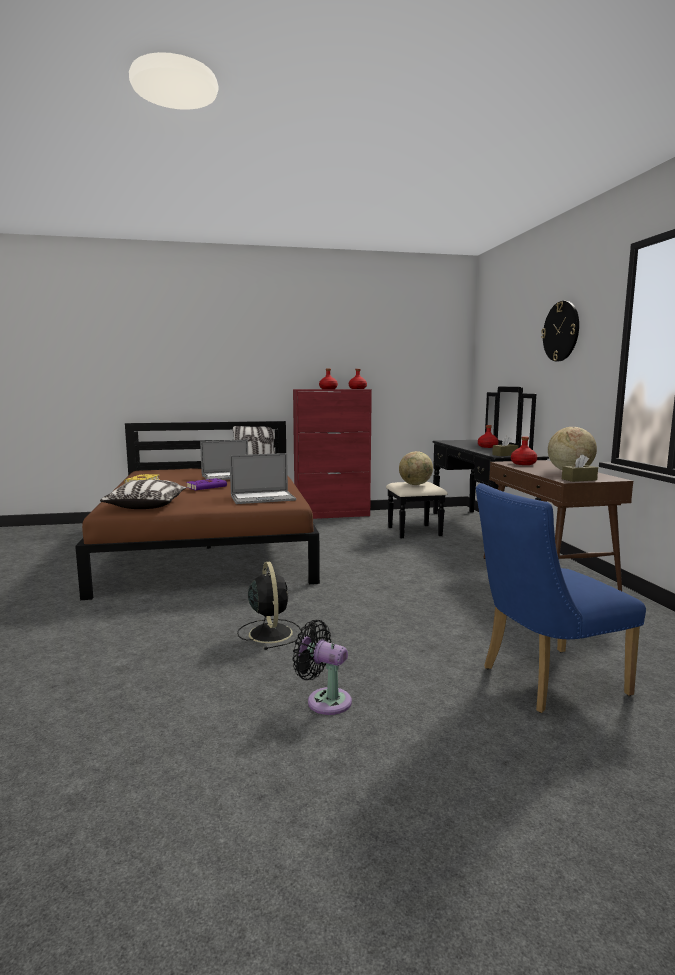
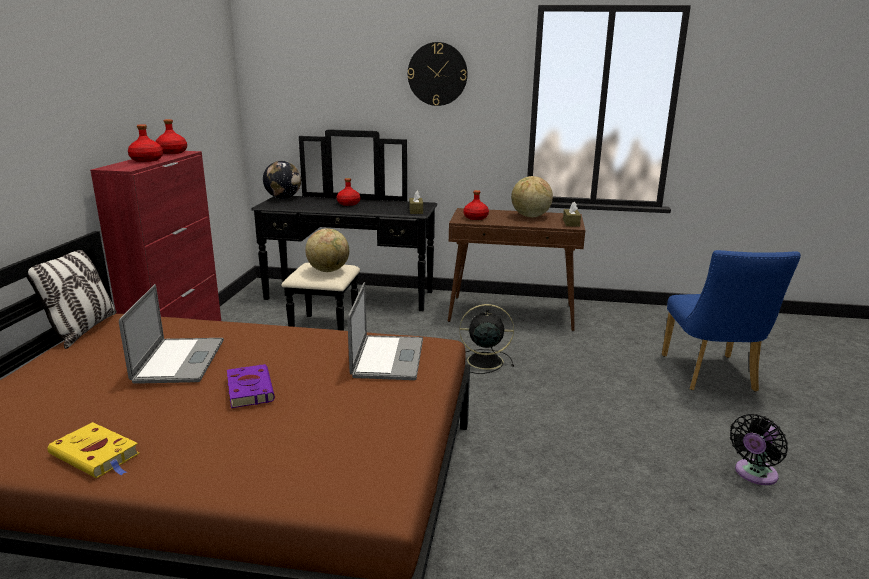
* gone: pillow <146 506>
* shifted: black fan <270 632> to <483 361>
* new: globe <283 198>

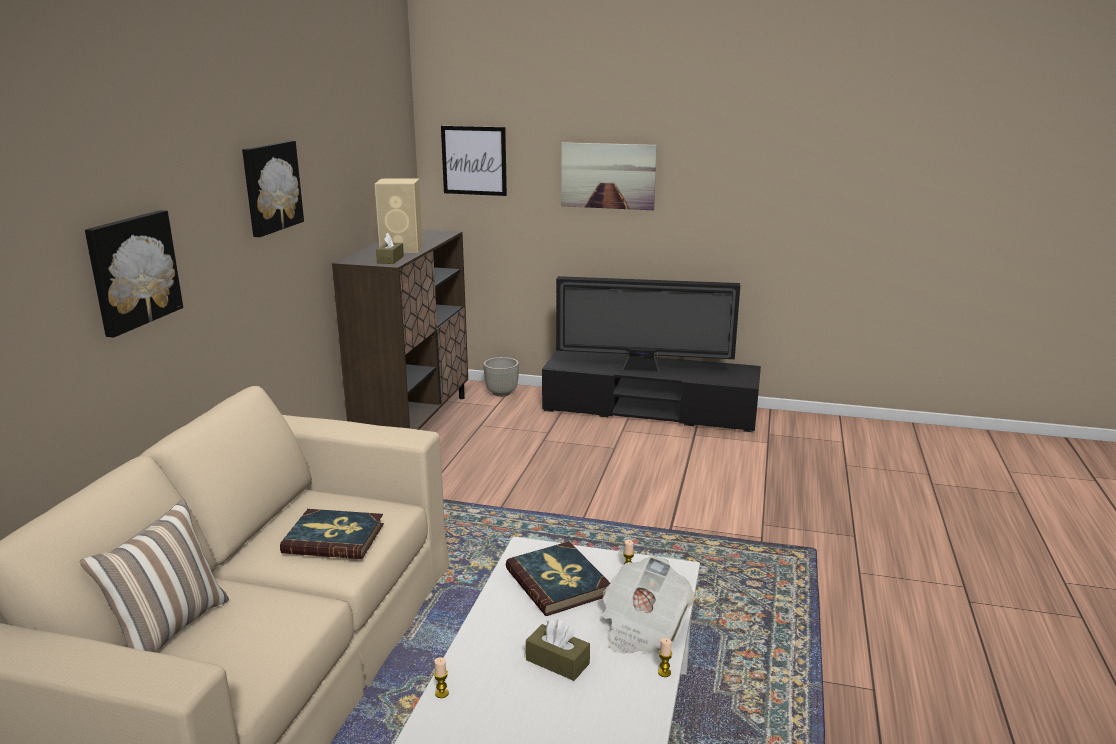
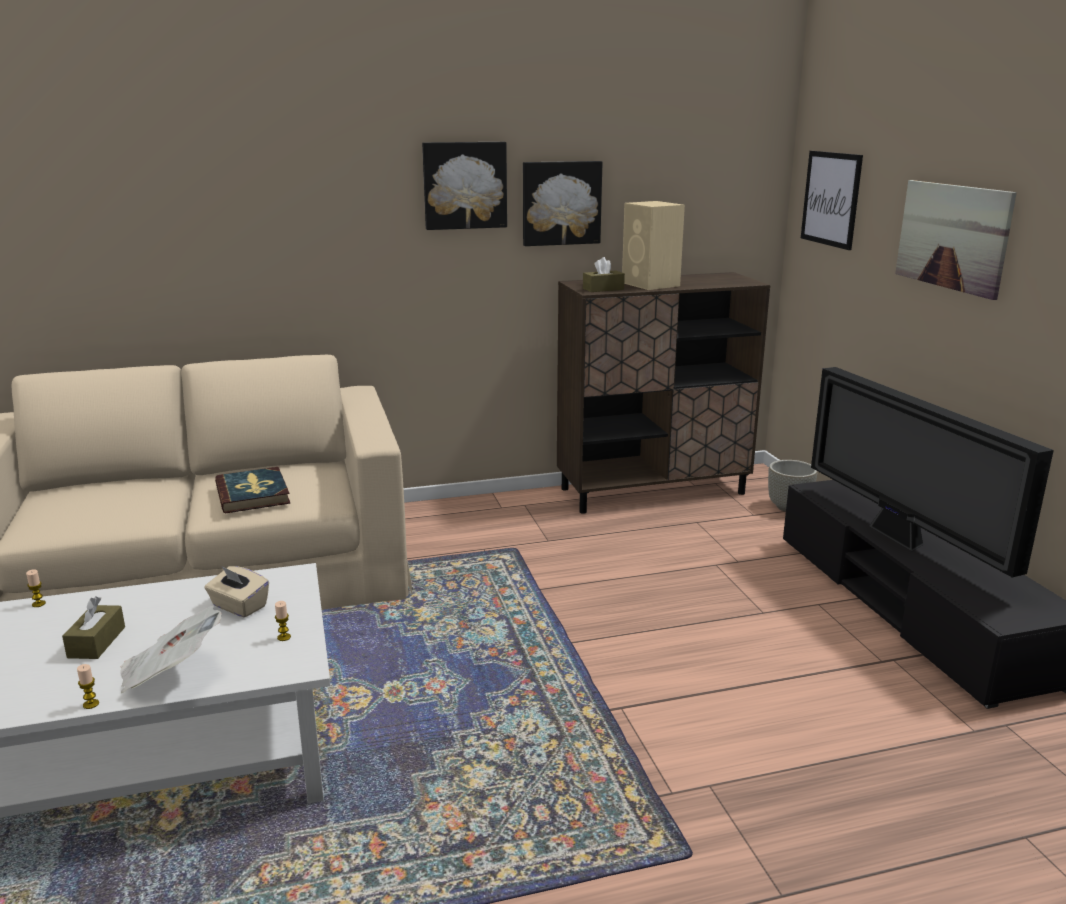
* gone: pillow <168 628>
* shifted: picture <132 271> to <561 203>
* swapped: book <558 582> to beige tissue box <239 606>

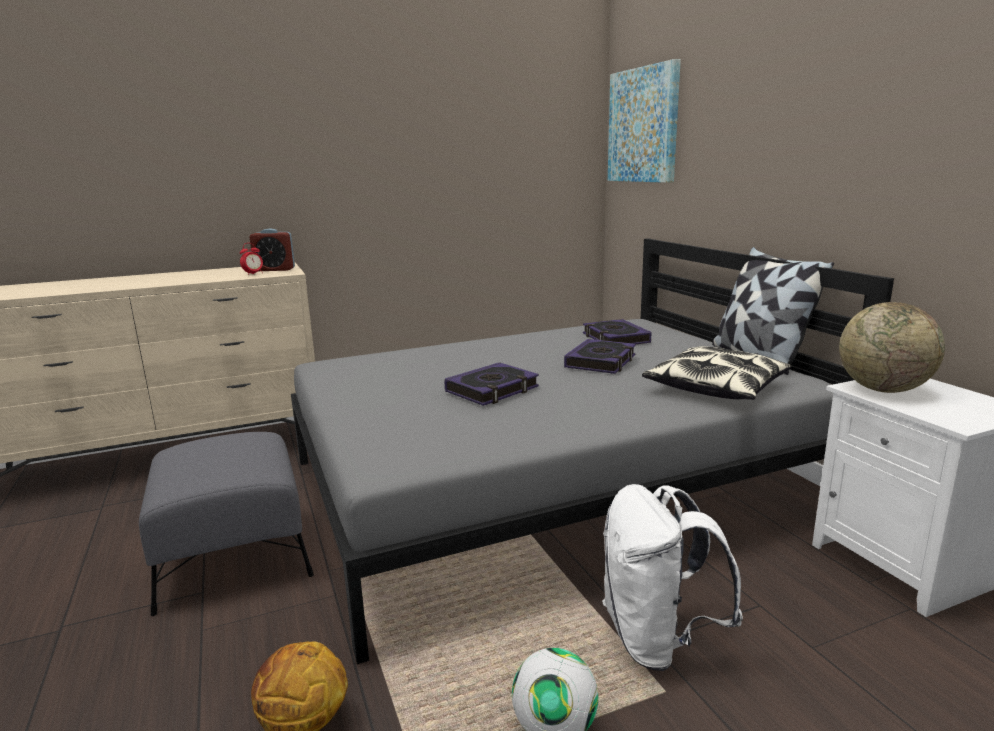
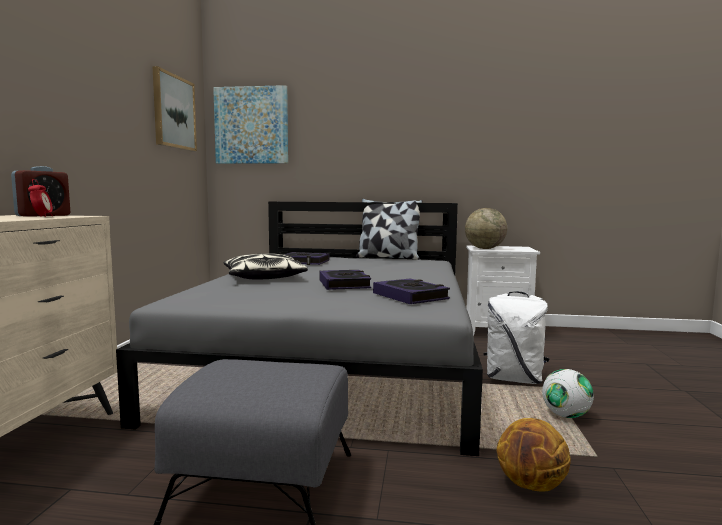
* shifted: book <601 362> to <410 296>
* shifted: pillow <716 387> to <263 277>
* new: picture <173 112>

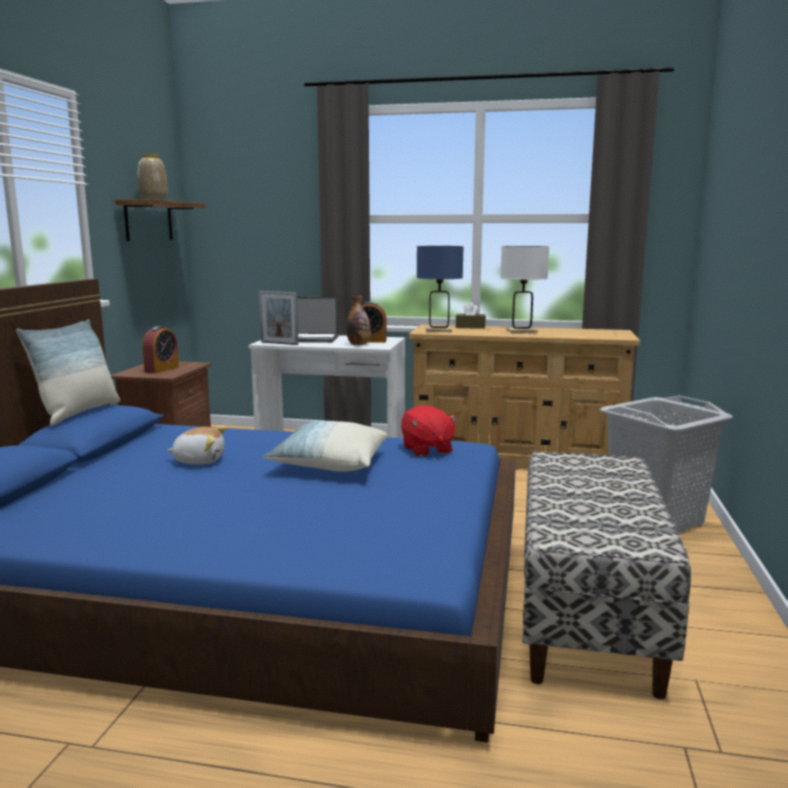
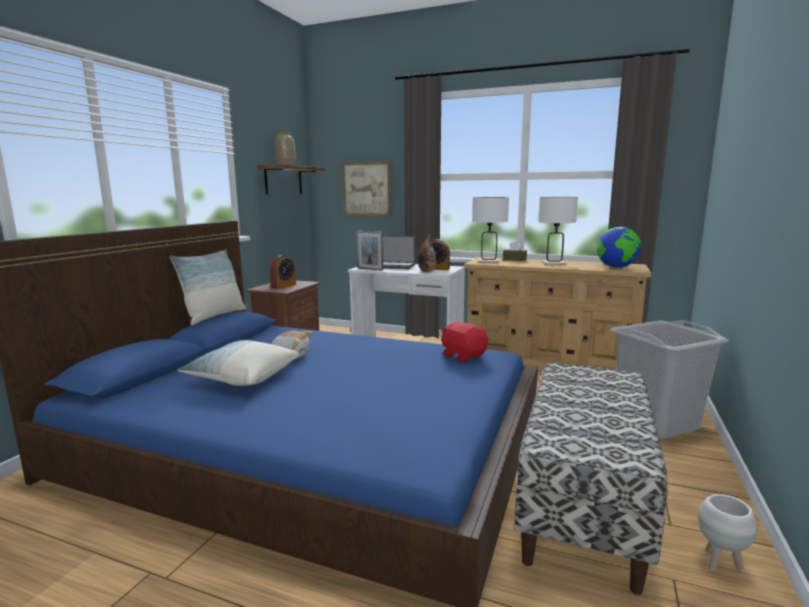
* shifted: pillow <329 464> to <242 377>
* rotated: red plush toy <427 450> = <463 356> 150 degrees clockwise
* repainted: blue table lamp <439 330> to white table lamp <488 262>
* new: picture <367 189>
* new: globe <616 267>
* new: white planter <720 564>

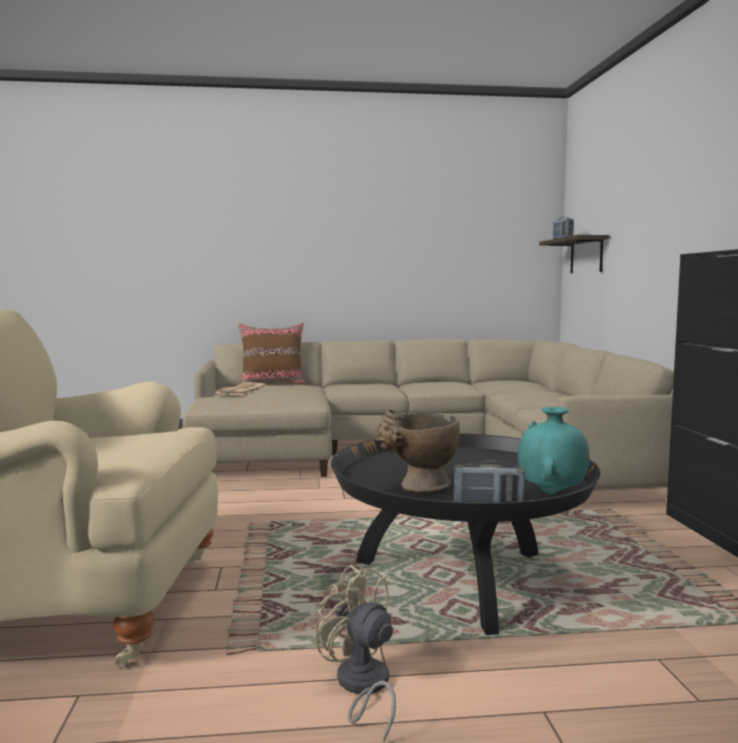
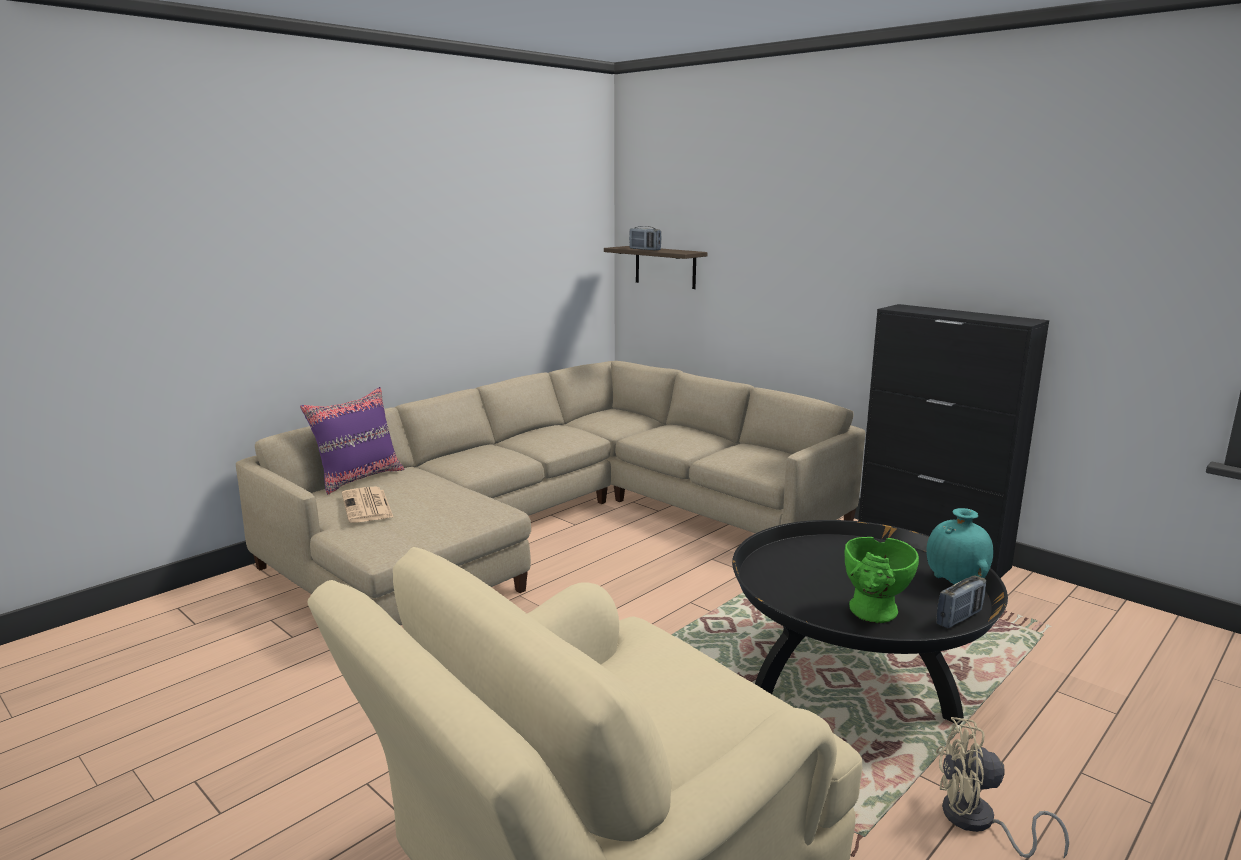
* repainted: brown pillow <272 383> to purple pillow <359 478>
* repainted: beige vase <418 488> to green vase <874 615>

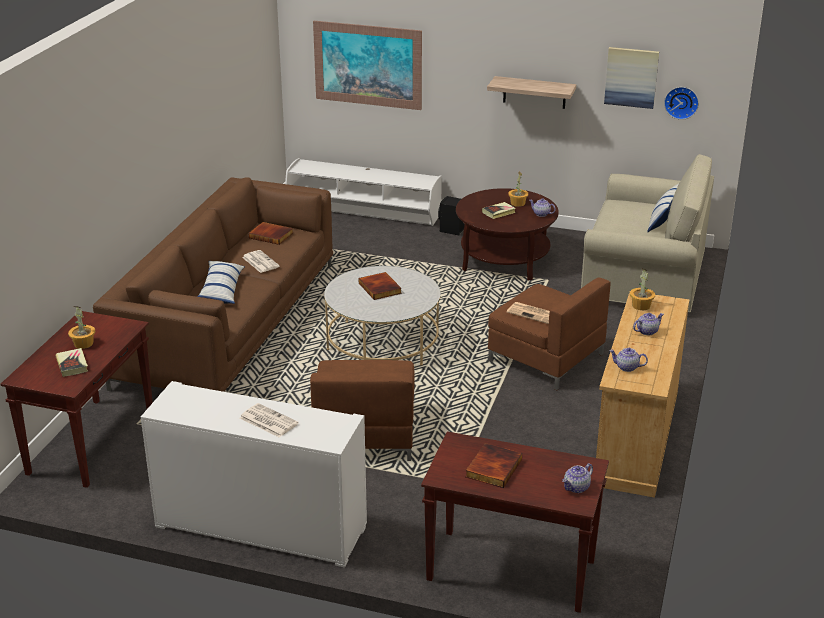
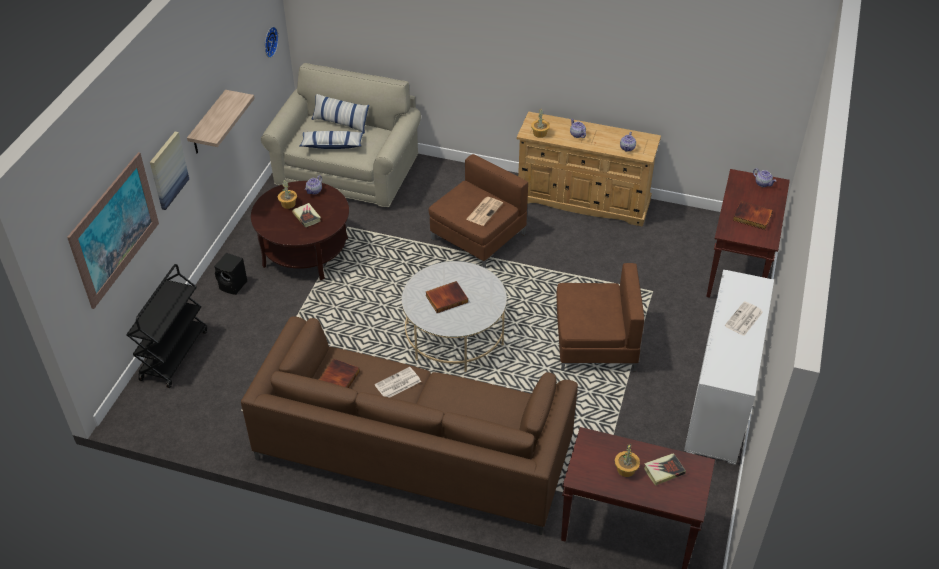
* shifted: pillow <221 290> to <332 145>
* swapped: white tv stand <363 212> to black cart <174 354>
* shifted: picture <631 77> to <168 170>

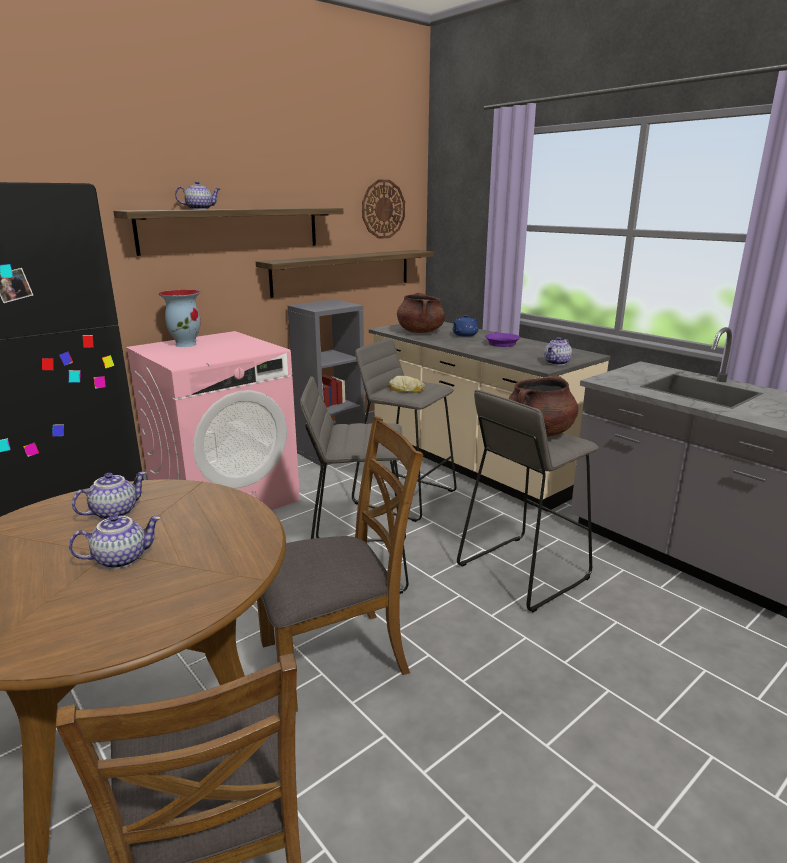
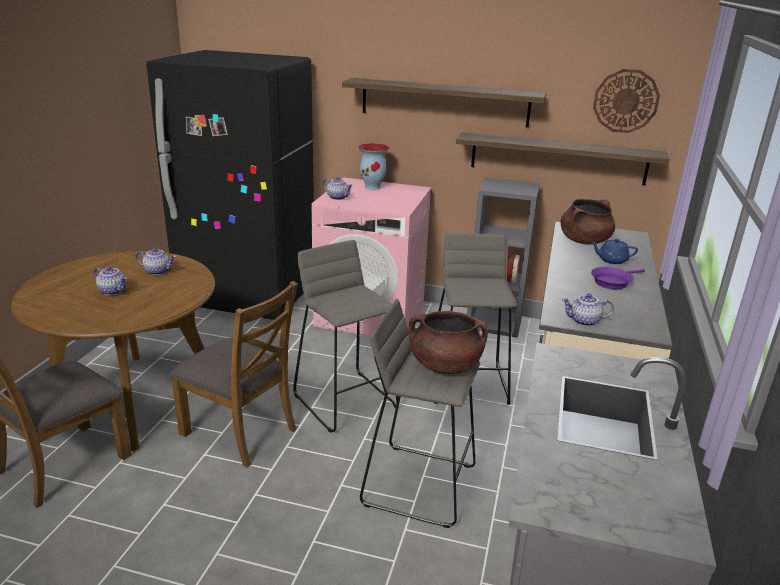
* shifted: teapot <200 209> to <338 197>
* gone: bread <406 389>

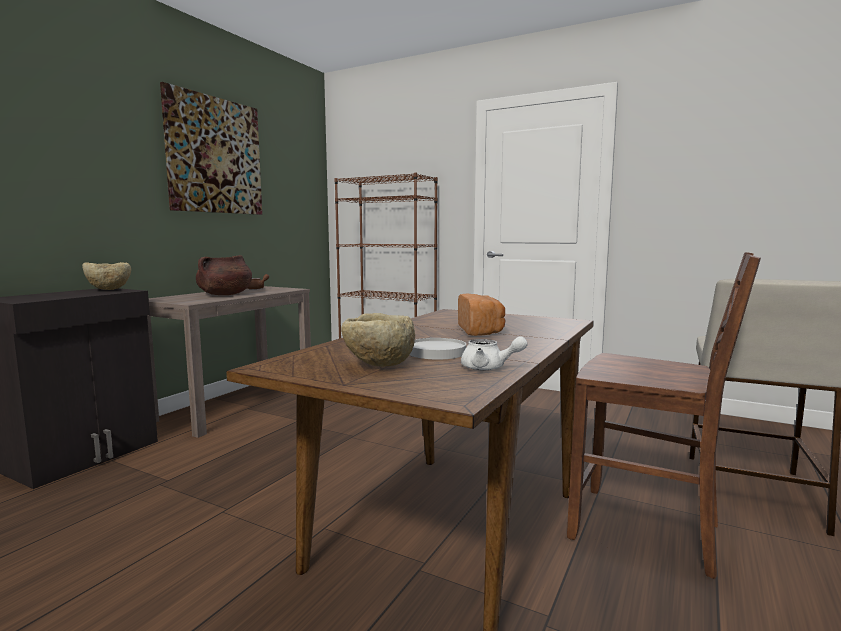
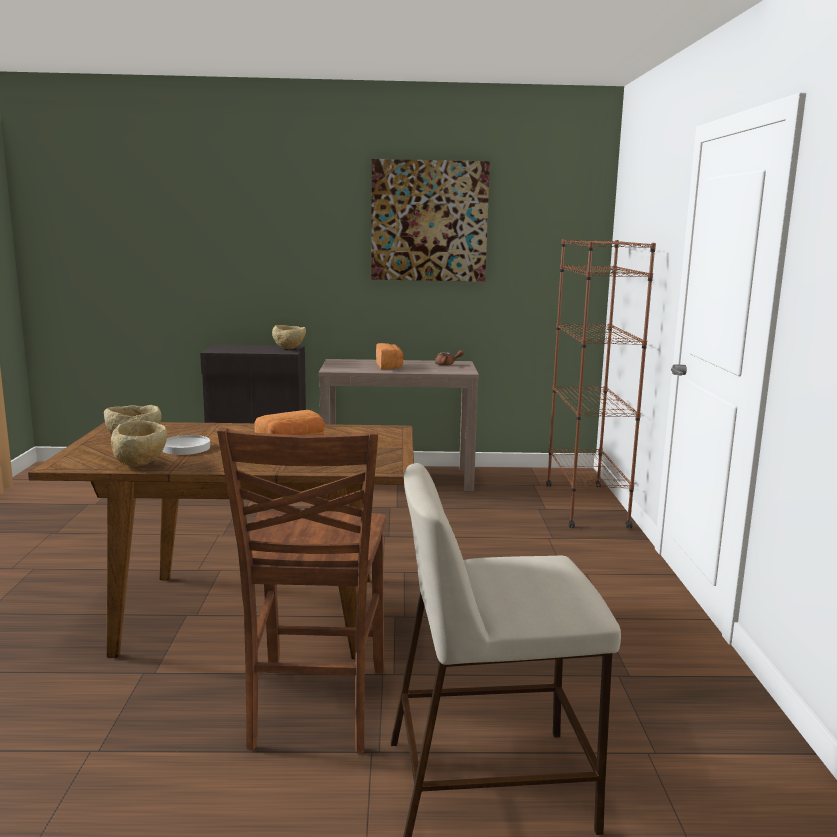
* swapped: brown cooking pot <225 295> to bread <389 366>
* swapped: white teapot <489 368> to beige bowl <141 464>

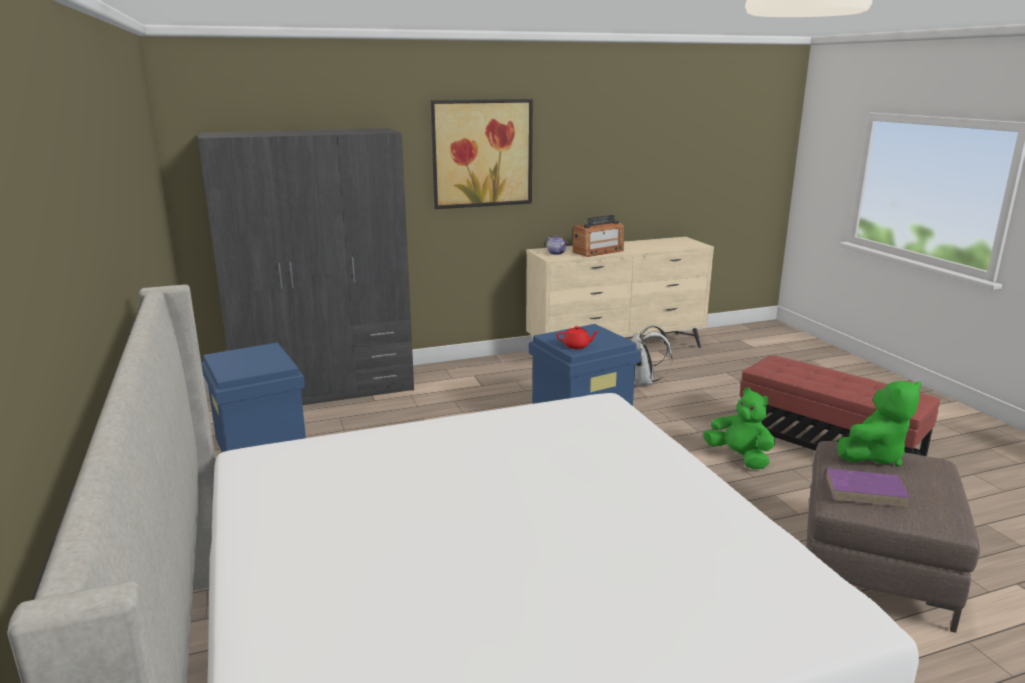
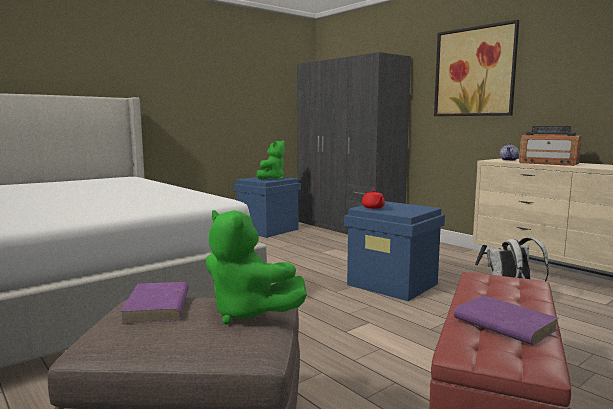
* shifted: green plush toy <739 457> to <272 178>
* new: purple book <503 324>

